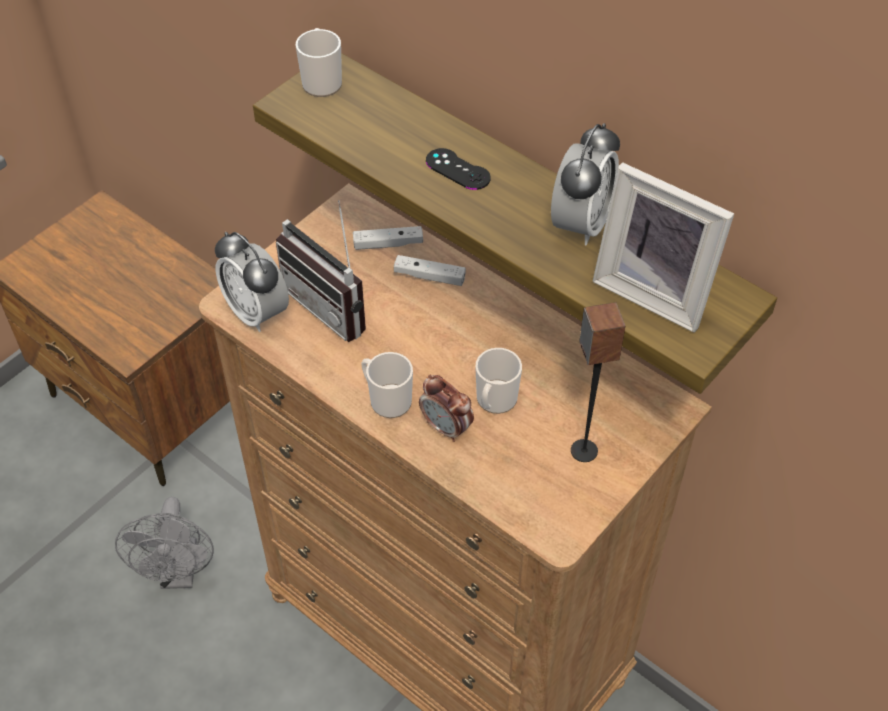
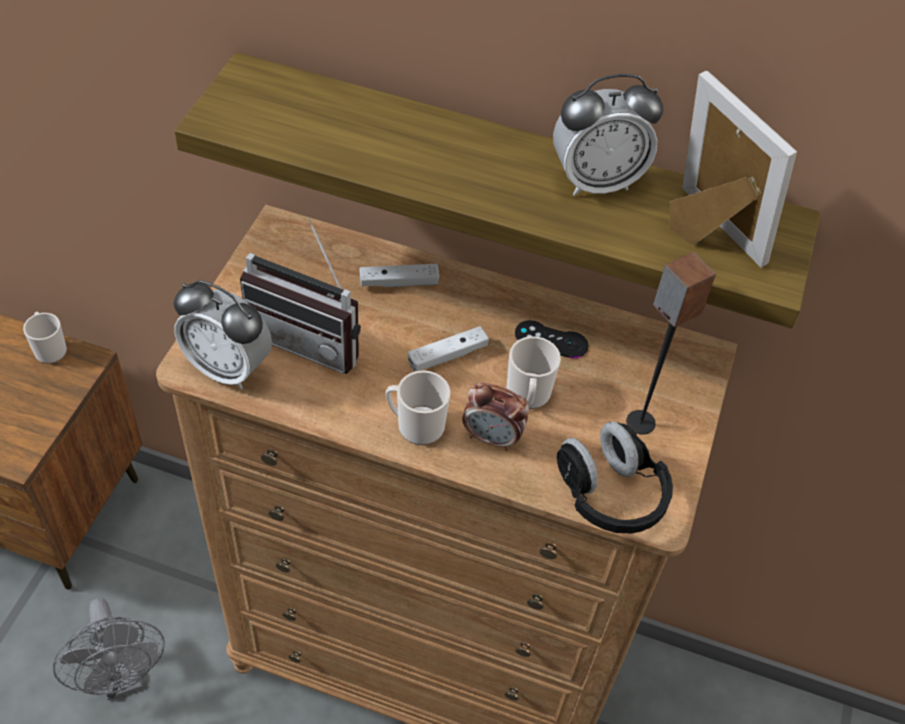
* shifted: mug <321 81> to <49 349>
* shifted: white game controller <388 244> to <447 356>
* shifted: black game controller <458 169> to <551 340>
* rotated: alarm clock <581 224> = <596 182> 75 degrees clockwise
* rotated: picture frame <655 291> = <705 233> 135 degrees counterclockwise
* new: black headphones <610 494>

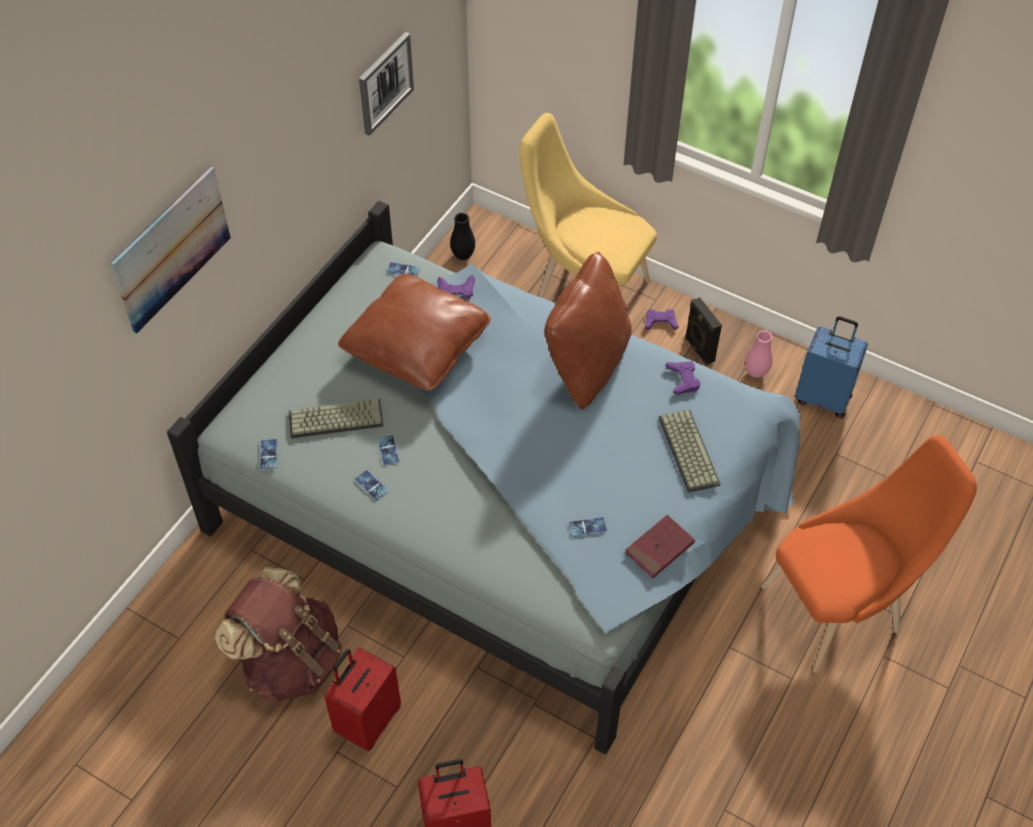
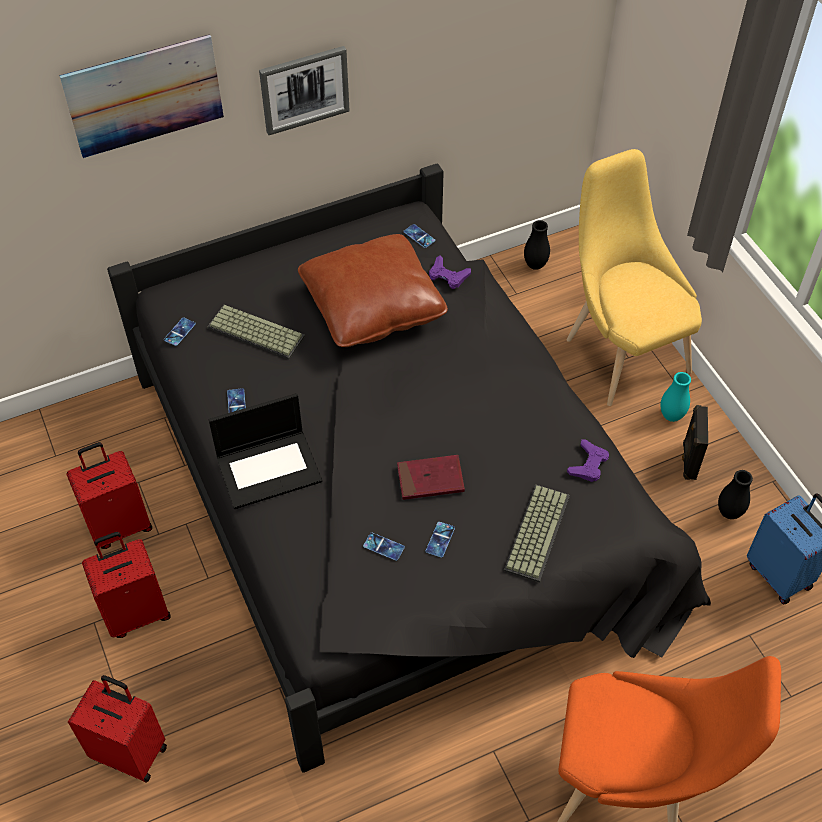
* repainted: blue bed <505 500> to black bed <399 496>
* swapped: brown backpack <290 661> to red suitcase <120 525>
* shifted: picture <385 83> to <304 89>
* shifted: phone <388 450> to <440 539>
* gone: brown pillow <587 365>
* shifted: red book <659 548> to <430 479>
* swapped: purple game controller <660 322> to turquoise vase <671 416>
* repainted: pink vase <756 372> to black vase <729 512>
* new: laptop <269 468>

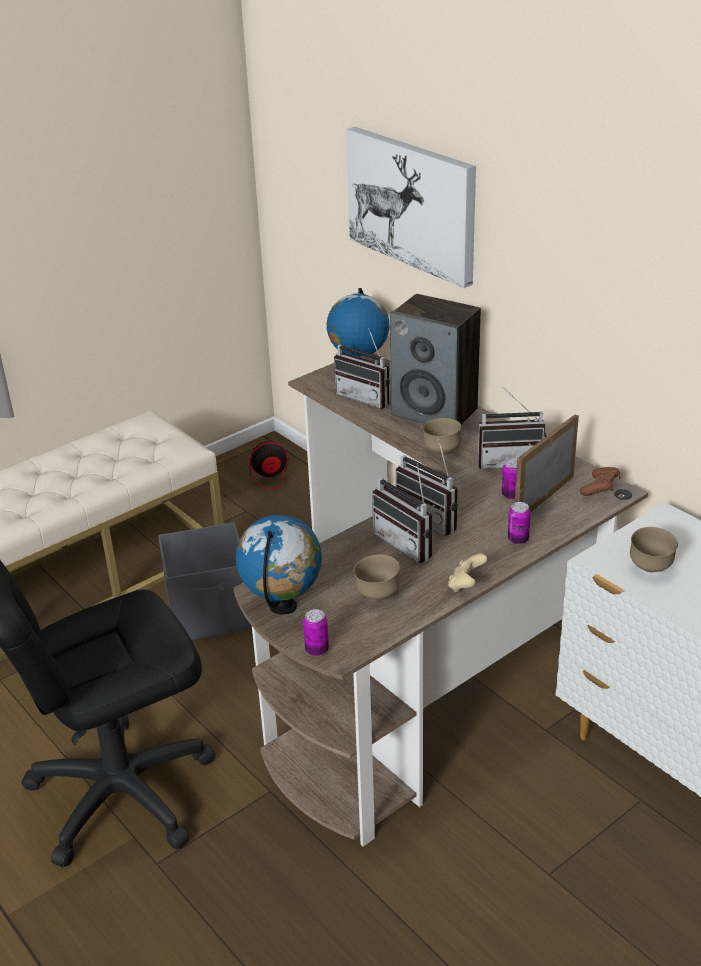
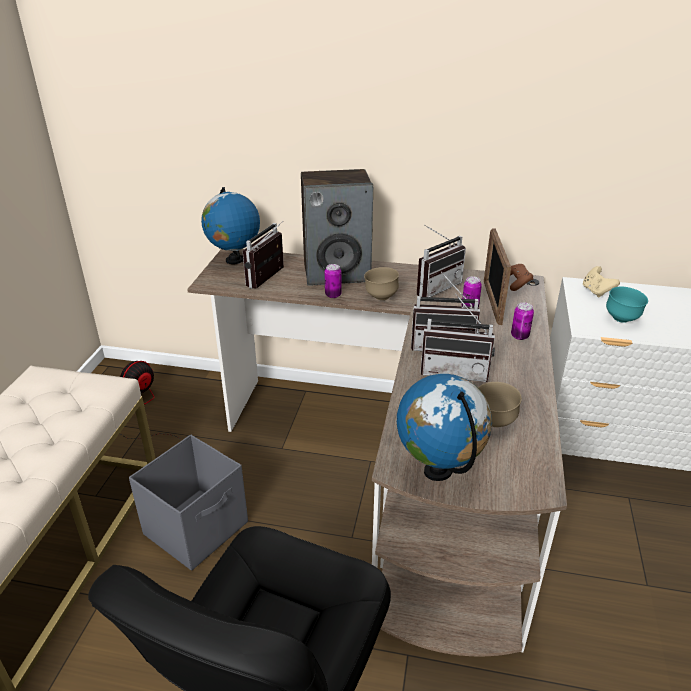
* shifted: can <317 650> to <333 295>
* rotated: radio <367 397> = <270 279> 120 degrees clockwise
* gone: picture <412 204>
* shifted: beige game controller <466 585> to <596 292>
* repainted: brown bowl <650 568> to turquoise bowl <622 320>

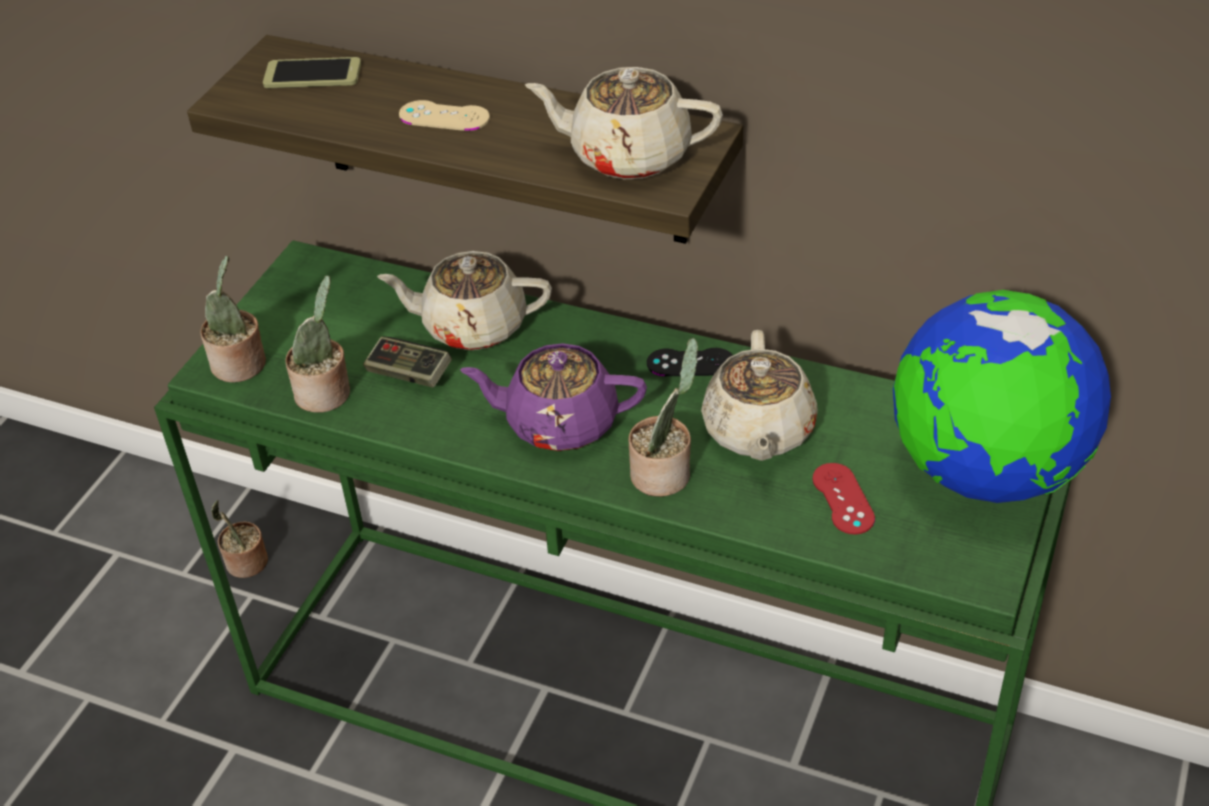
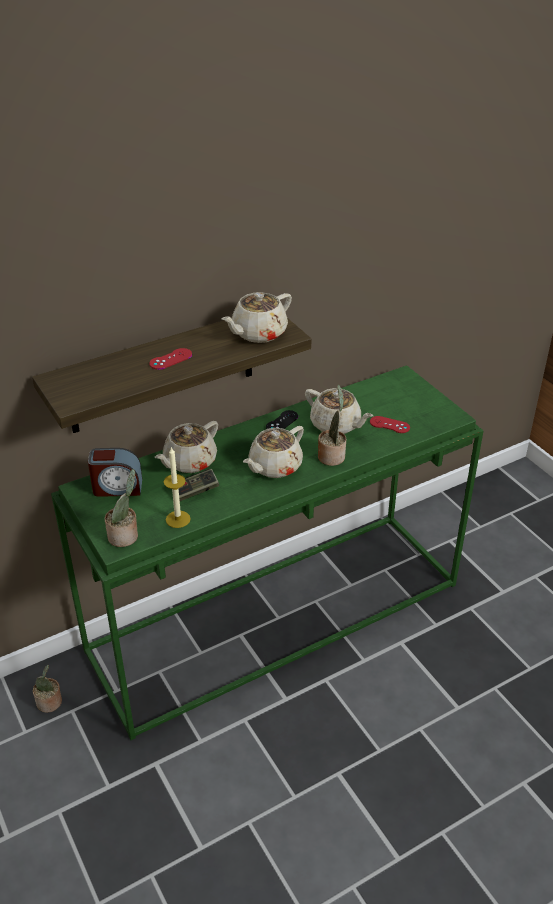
* gone: phone <313 75>
* swapped: potted plant <326 394> to candle <178 519>
* repainted: beige game controller <444 116> to red game controller <170 359>
* repainted: purple teapot <559 422> to beige teapot <274 466>
* gone: globe <986 471>
* new: alarm clock <117 487>

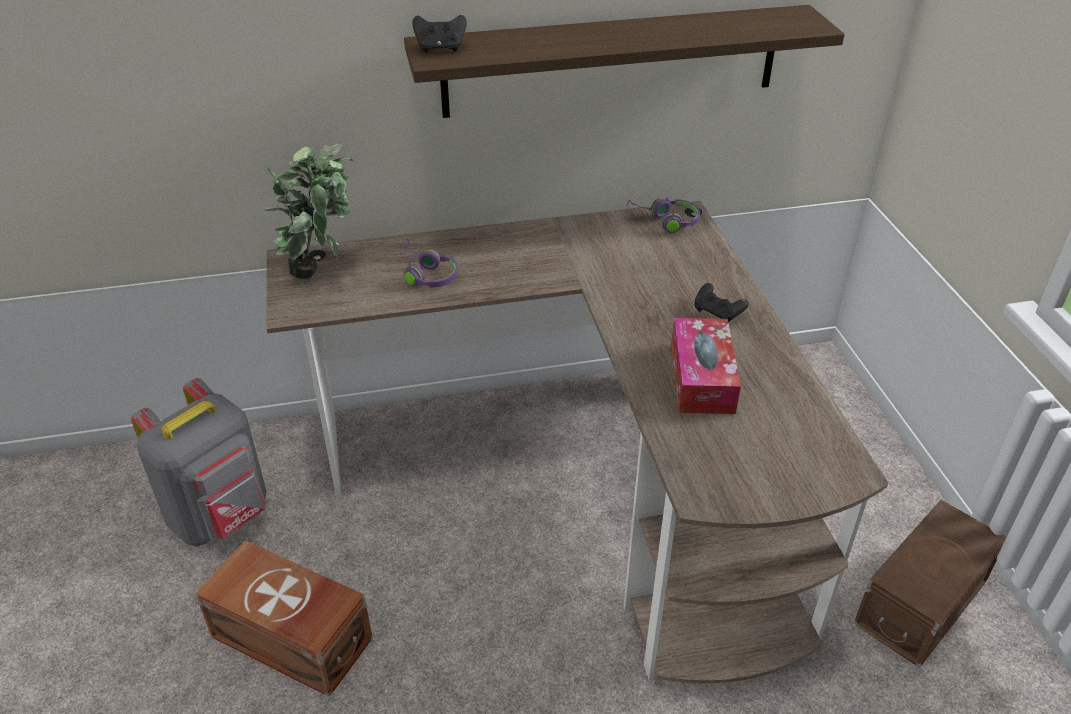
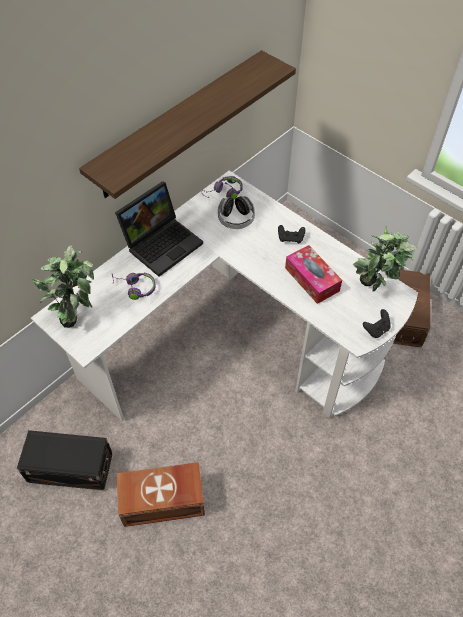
* swapped: grey backpack <221 517> to black storage box <69 466>
* repainted: brown desk <585 484> to white desk <233 341>
* shifted: black game controller <440 49> to <376 330>
* new: laptop <163 243>
* new: headphones <236 219>
* new: potted plant <374 288>

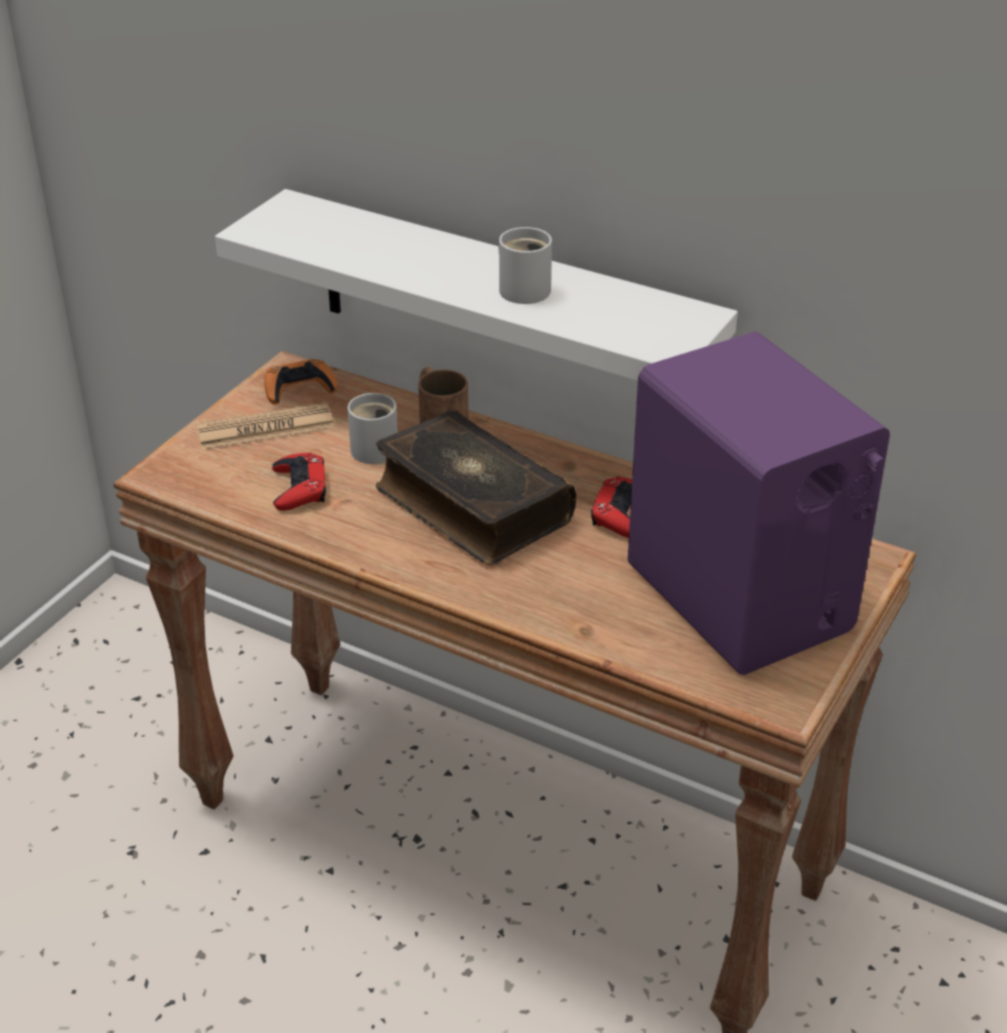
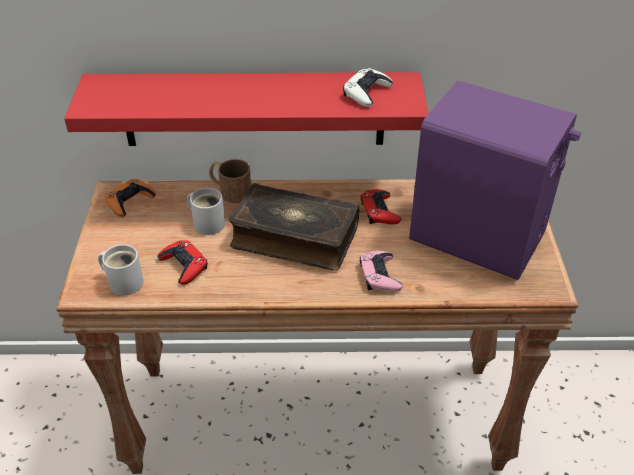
* gone: newspaper <265 428>
* repainted: white shelf <497 303> to red shelf <254 109>
* shifted: white mug <523 288> to <124 281>
* new: white game controller <366 92>
* new: pink game controller <379 275>

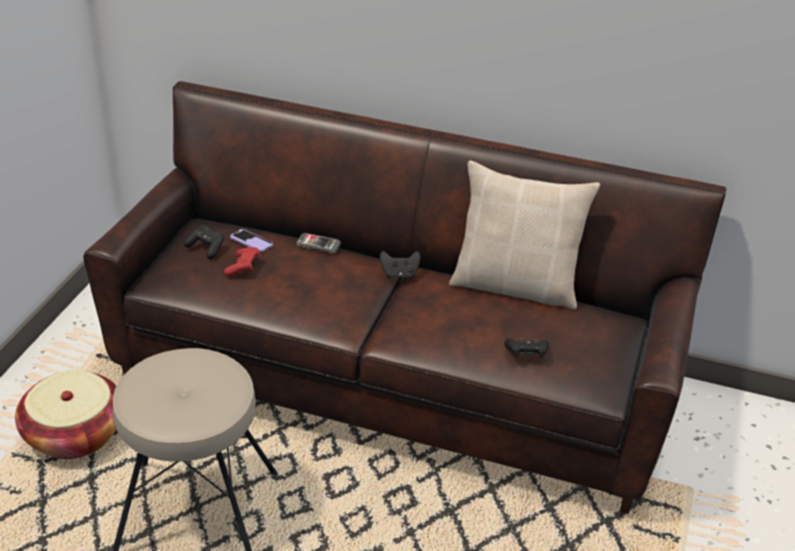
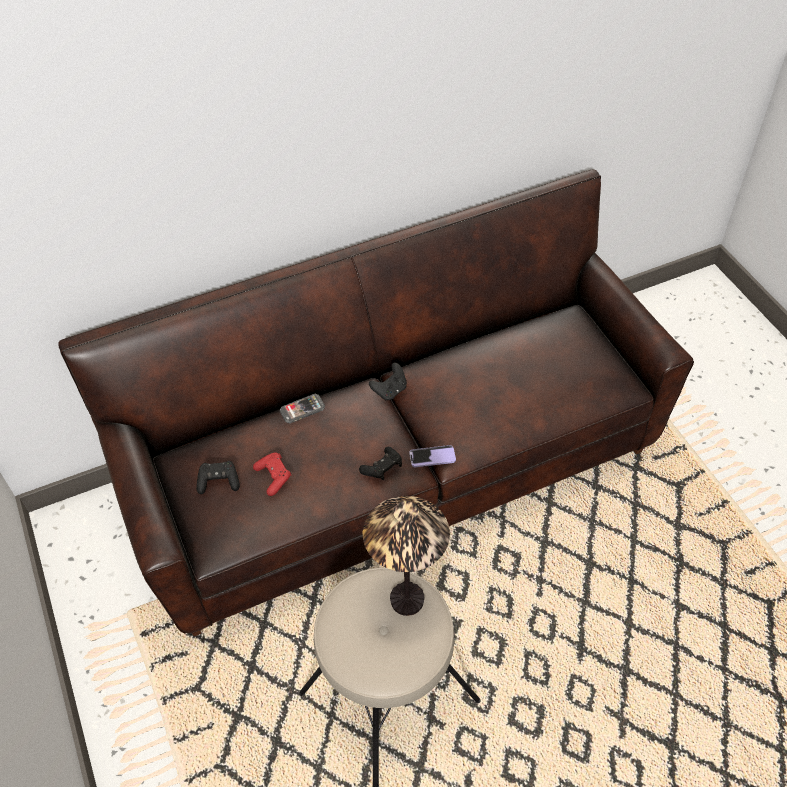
* gone: basket <75 434>
* shifted: phone <251 242> to <432 457>
* gone: beige pillow <516 285>
* shifted: black game controller <526 354> to <382 469>
* new: table lamp <406 600>

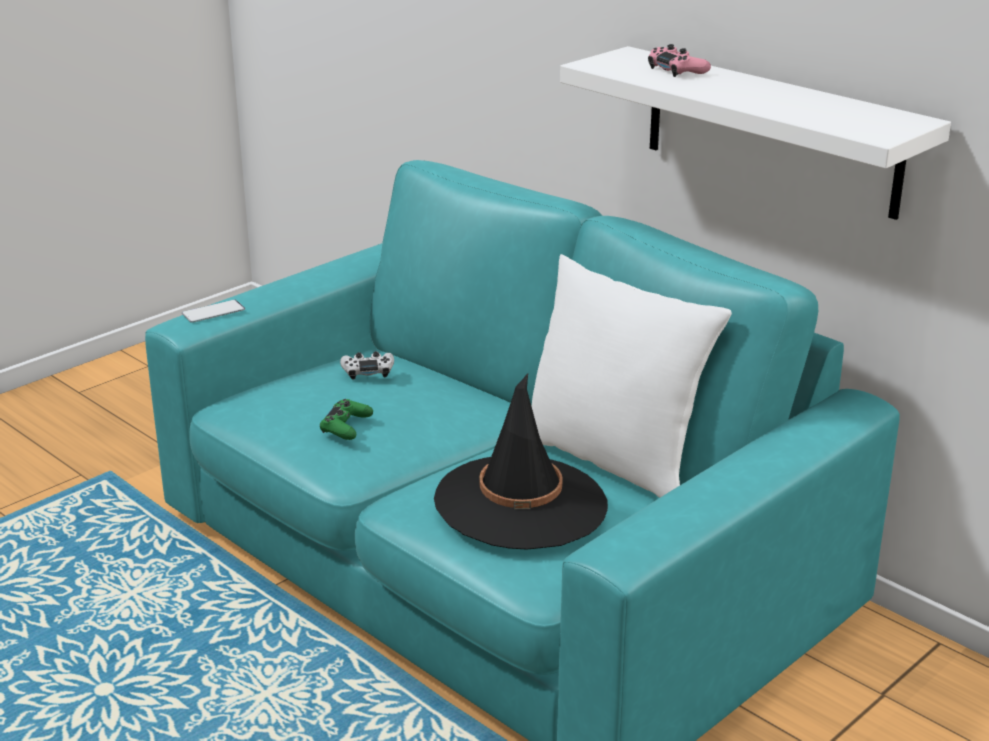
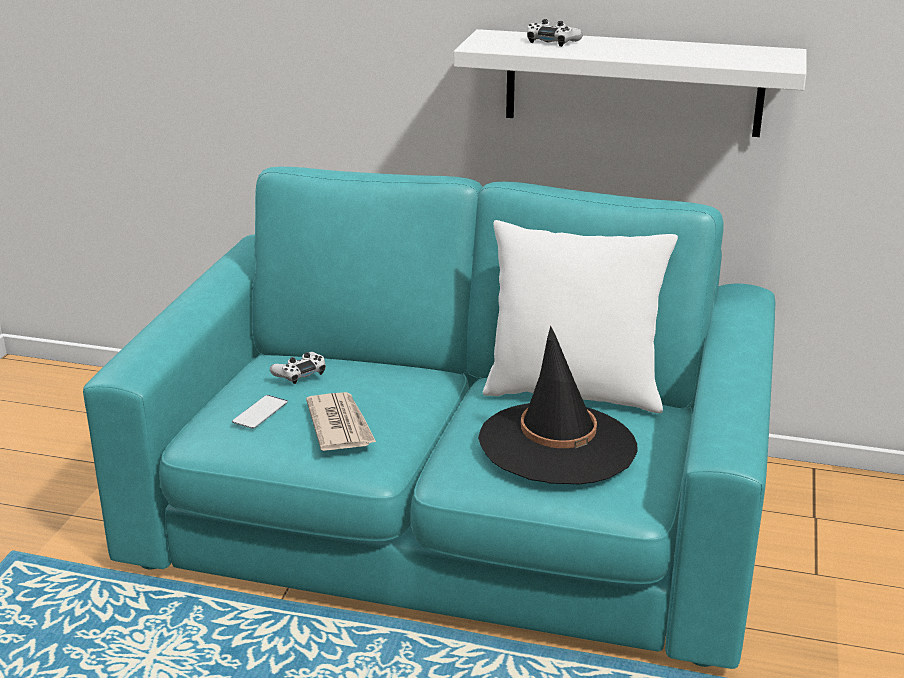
* shifted: phone <213 312> to <260 412>
* swapped: green game controller <346 426> to newspaper <340 425>
* repainted: pink game controller <677 70> to white game controller <552 41>

